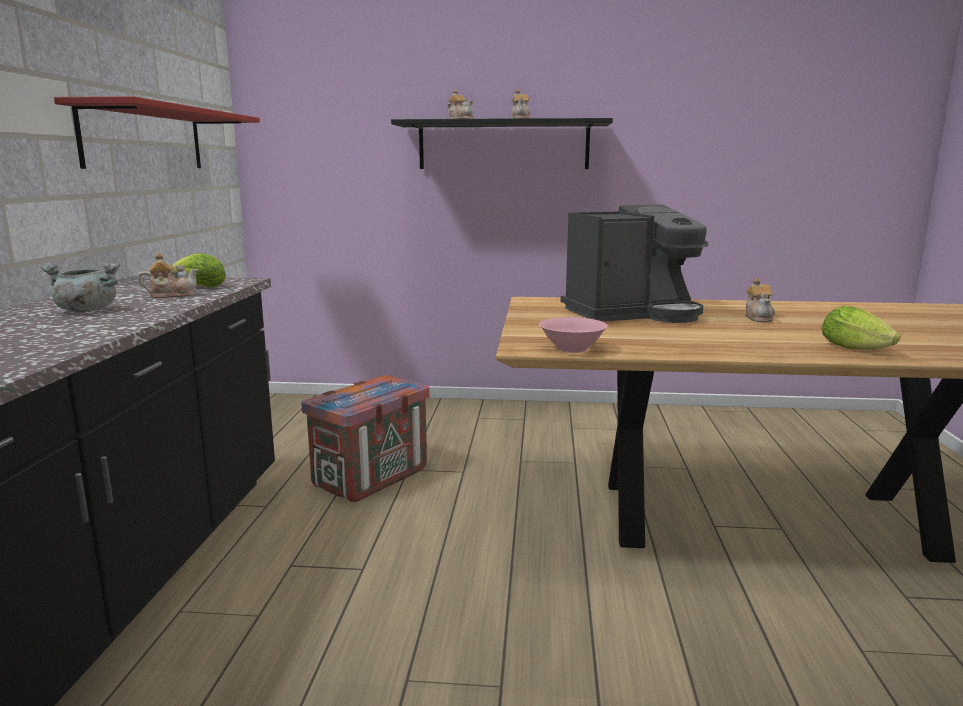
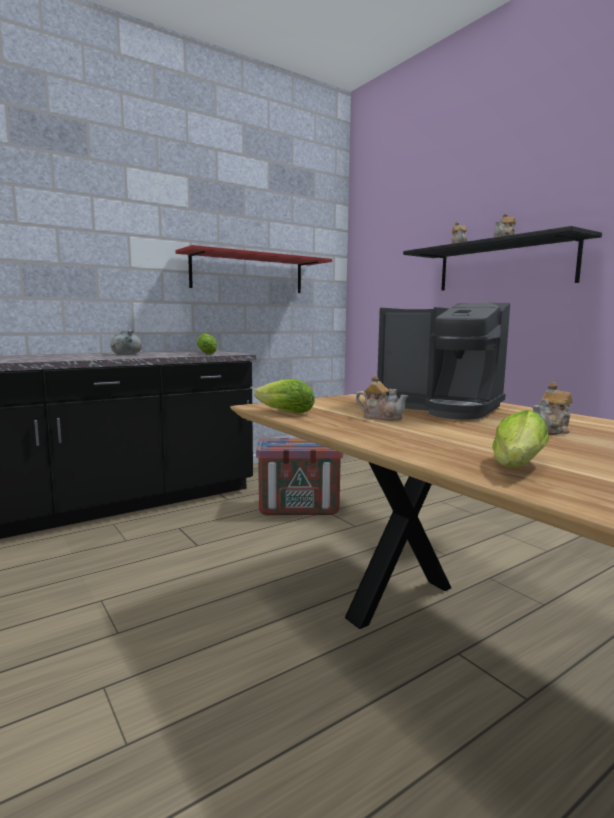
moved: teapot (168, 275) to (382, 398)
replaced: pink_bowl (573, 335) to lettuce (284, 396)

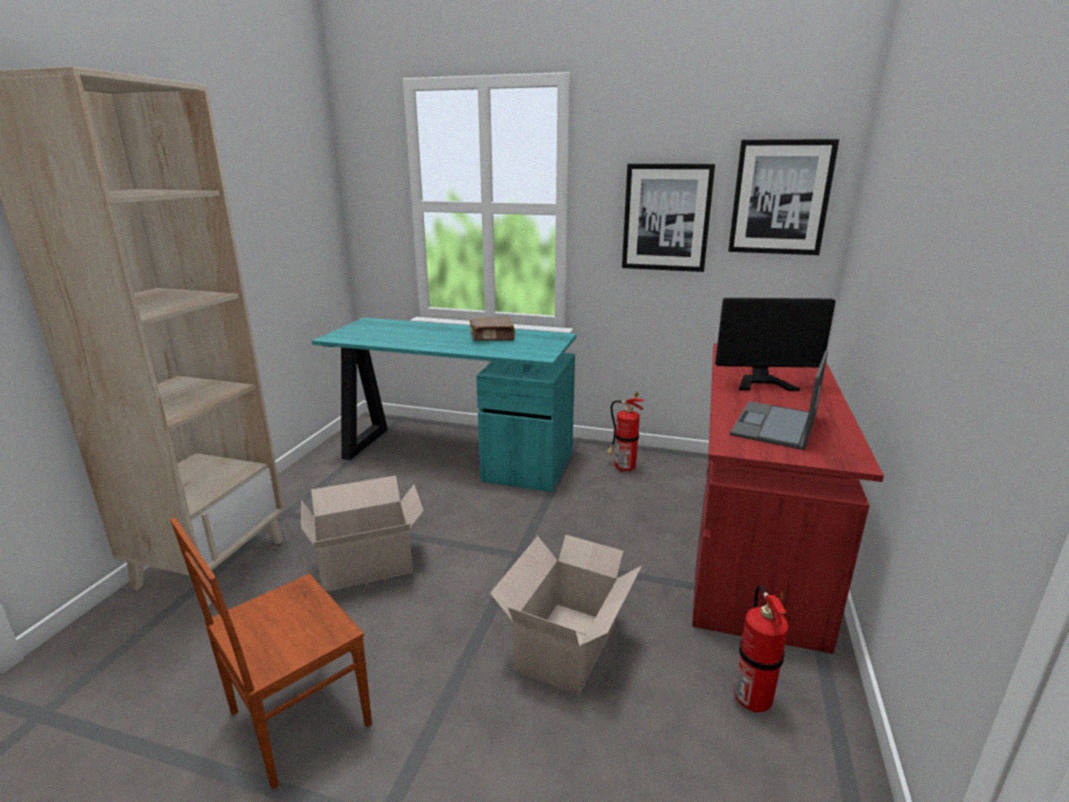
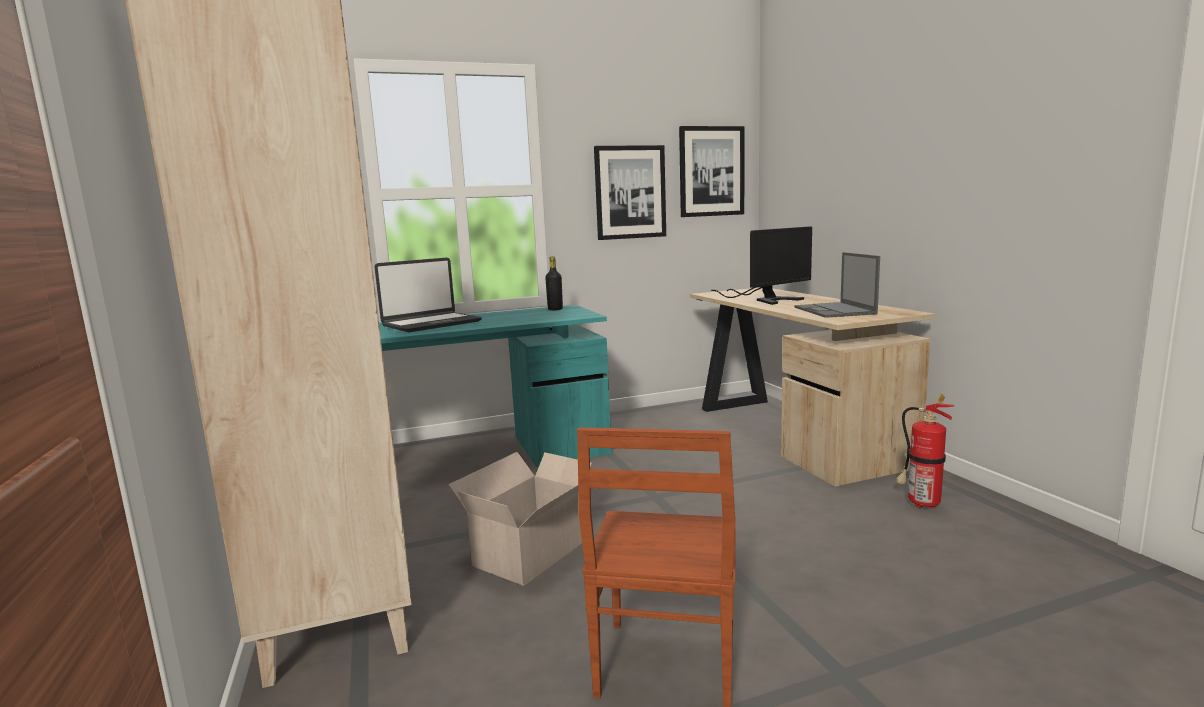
removed: brown_book (493, 329); cardboard_box (566, 615); fire_extinguisher (626, 432)
added: laptop (428, 294); black_bottle (554, 283)
recoloured: red_desk (788, 498) to beige_desk (812, 387)

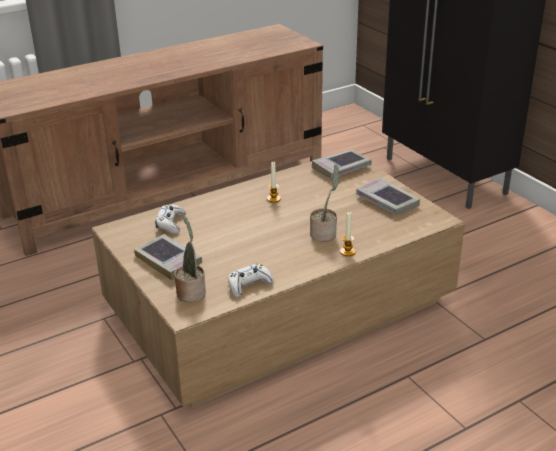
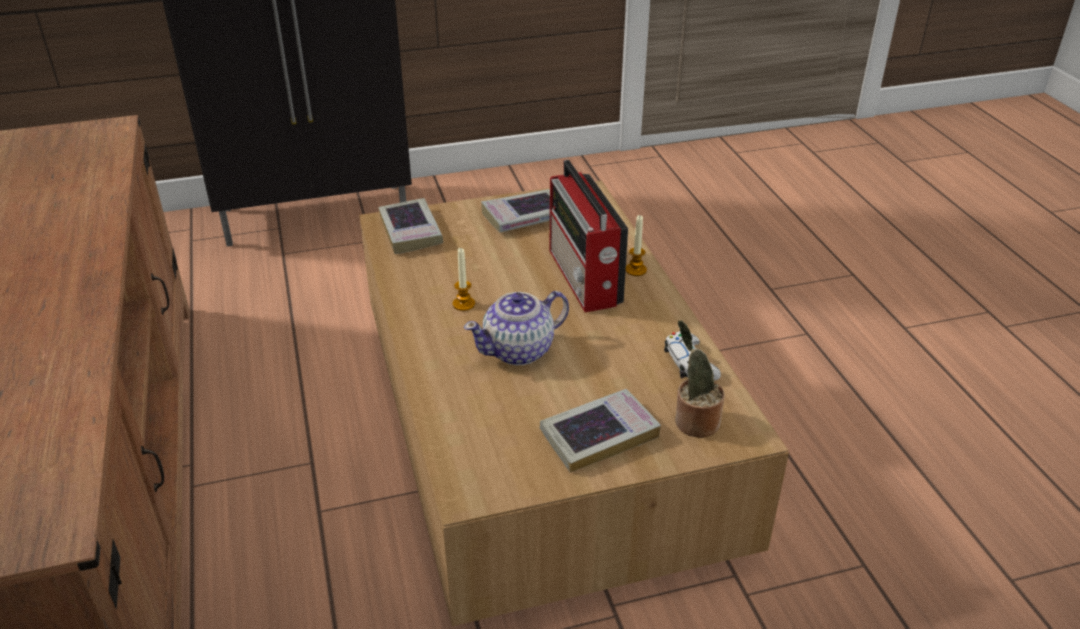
removed: white_game_controller (170, 219)
added: teapot (516, 328)
replaced: potted_plant (325, 203) to radio (589, 236)

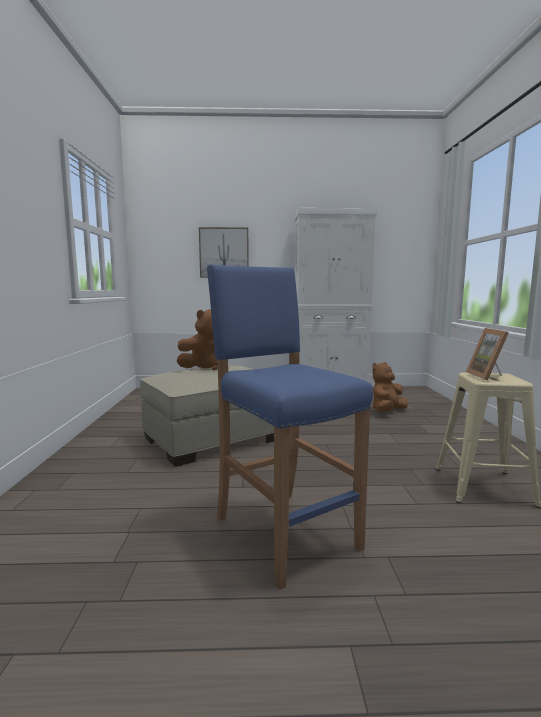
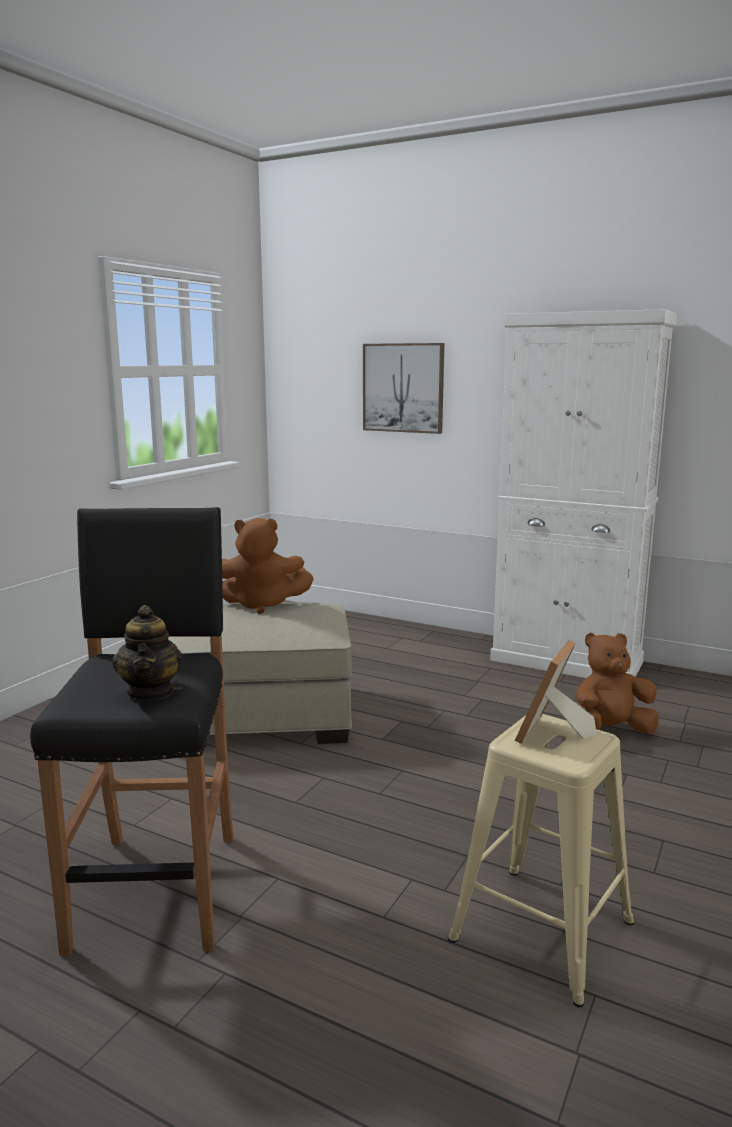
added: teapot (148, 653)
recoloured: blue_stool (290, 427) to black_stool (131, 731)

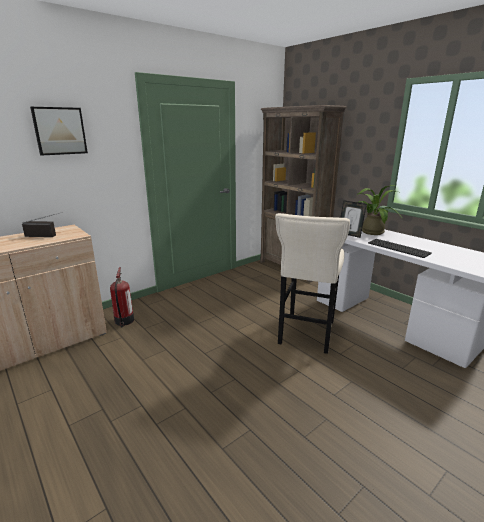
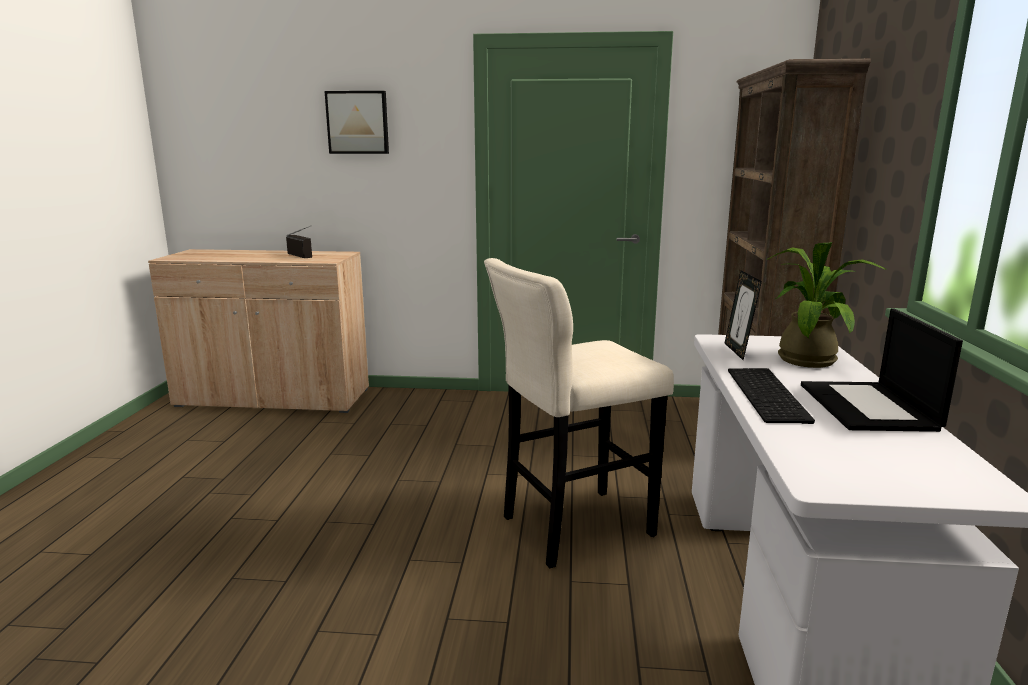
removed: fire_extinguisher (122, 297)
added: laptop (882, 370)

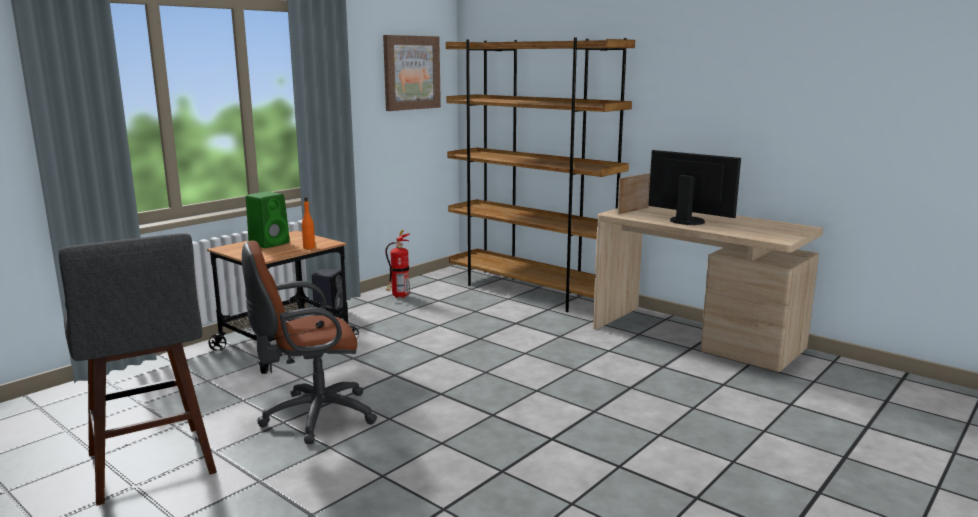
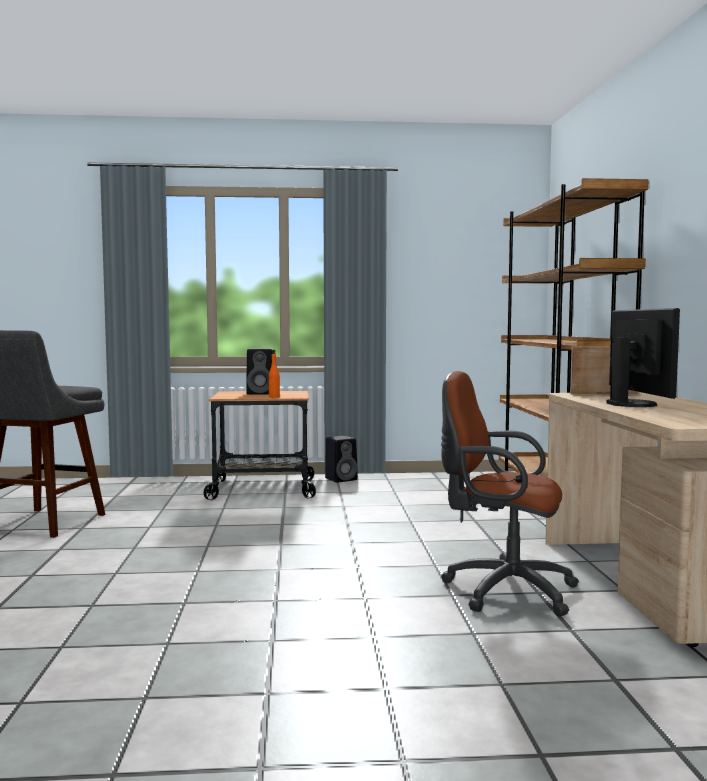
removed: picture (412, 73); fire_extinguisher (397, 264)
moved: brown_office_chair (309, 342) to (510, 493)
recoloured: green_speaker (267, 219) to black_speaker (259, 371)

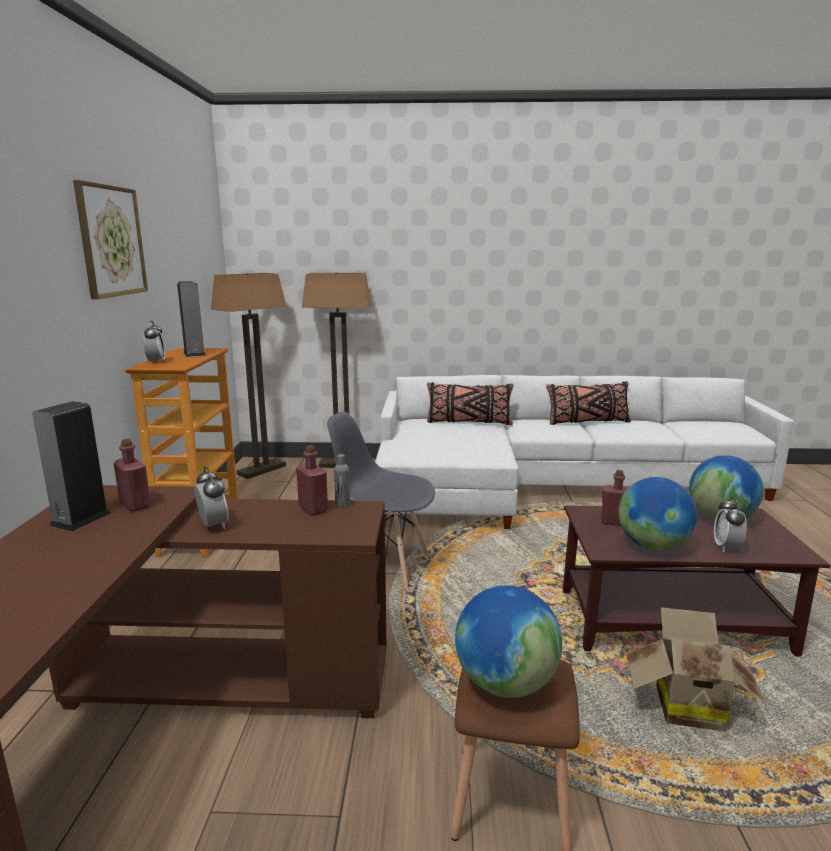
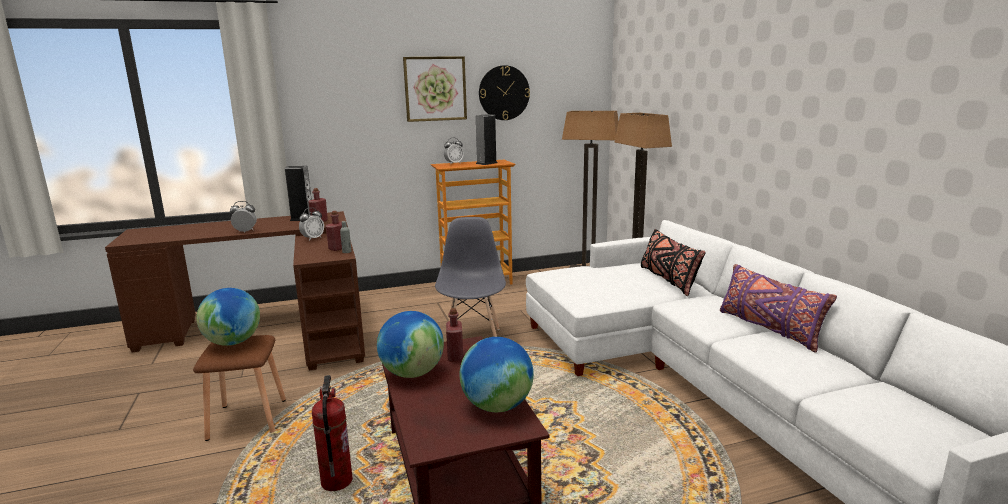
added: wall_clock (504, 92)
moved: alarm_clock (730, 524) to (243, 217)
replaced: cardboard_box (697, 669) to fire_extinguisher (332, 433)
recoloured: black_pillow (588, 403) to purple_pillow (778, 308)

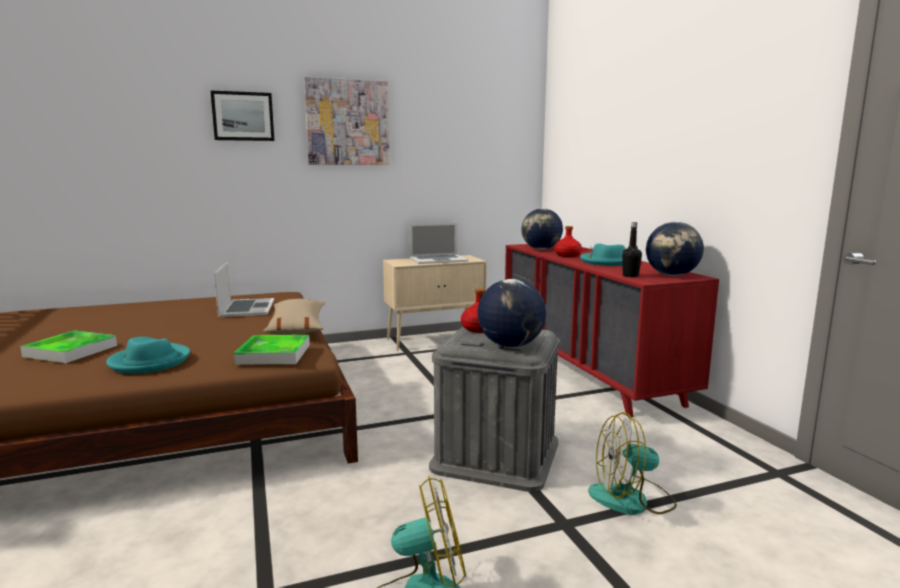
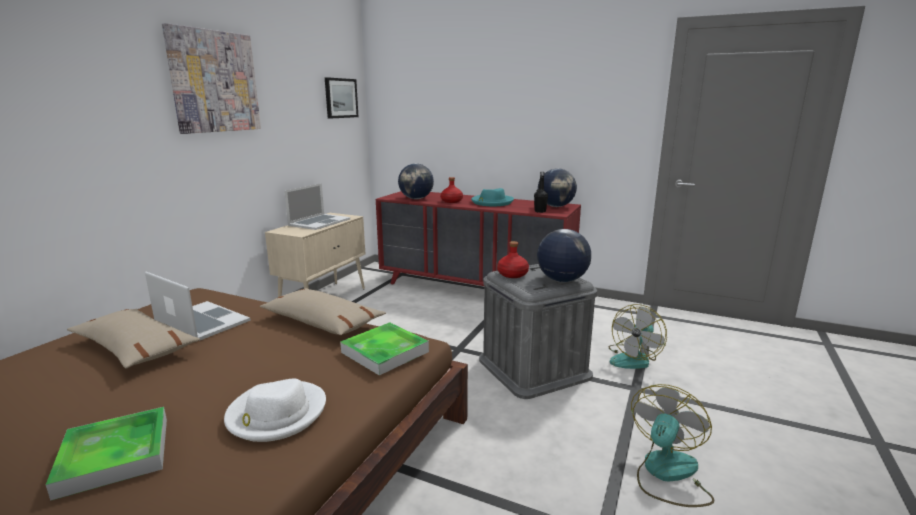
added: beige_pillow (133, 339)
moved: picture (242, 115) to (342, 98)
recoloured: turquoise_hat (148, 355) to white_hat (275, 410)

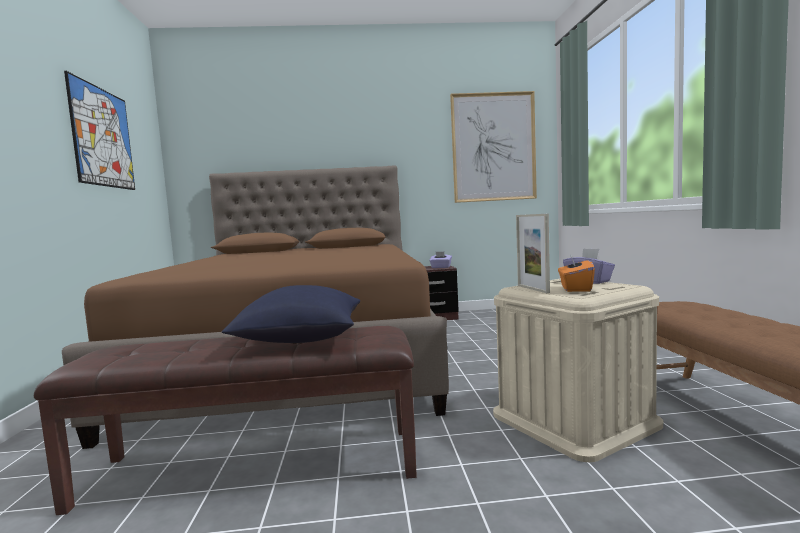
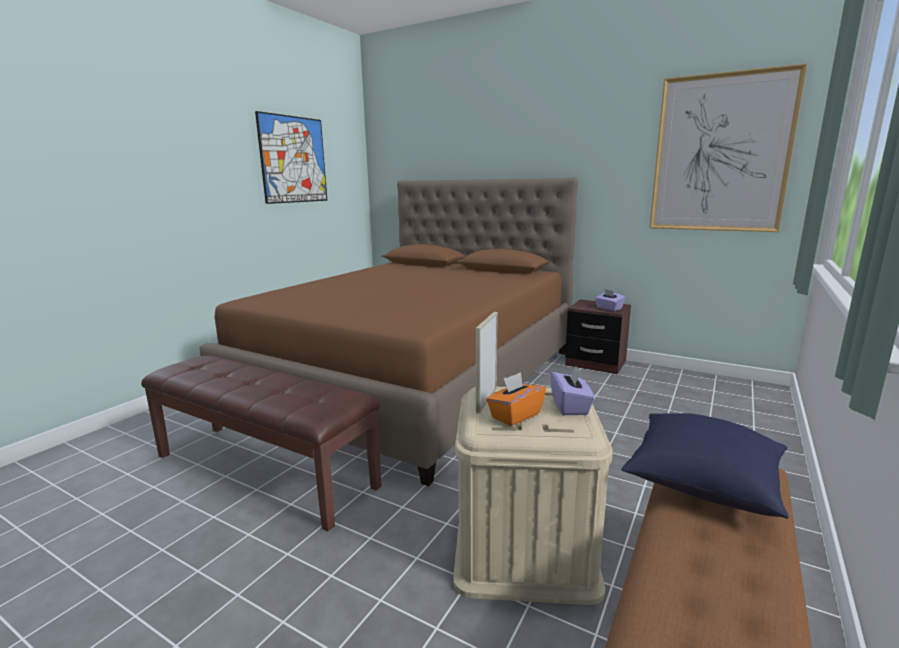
moved: blue_pillow (291, 314) to (705, 466)

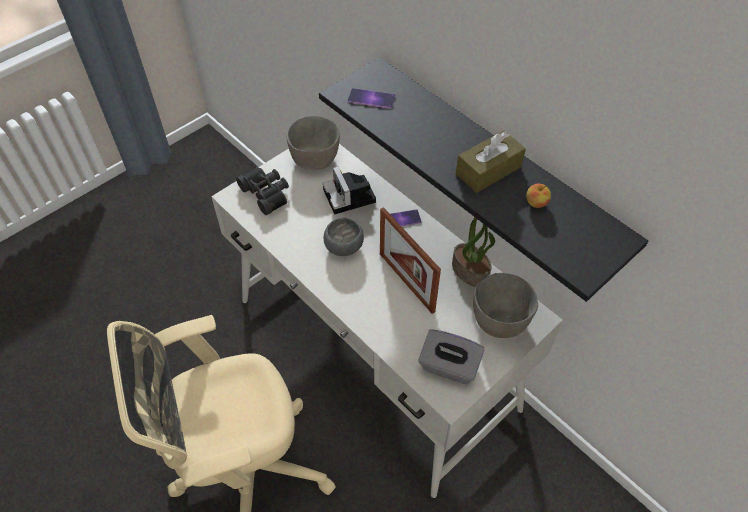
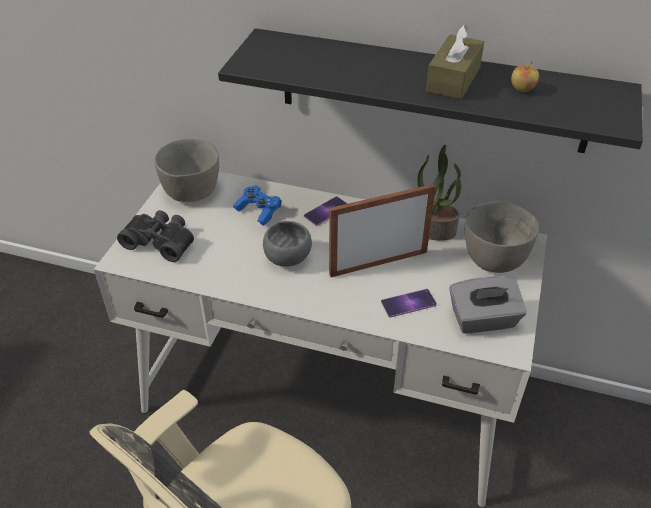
moved: phone (372, 98) to (409, 303)
replaced: photo_camera (349, 190) to blue_game_controller (257, 205)
turned: picture_frame (410, 260) = (382, 230) 135 degrees clockwise

